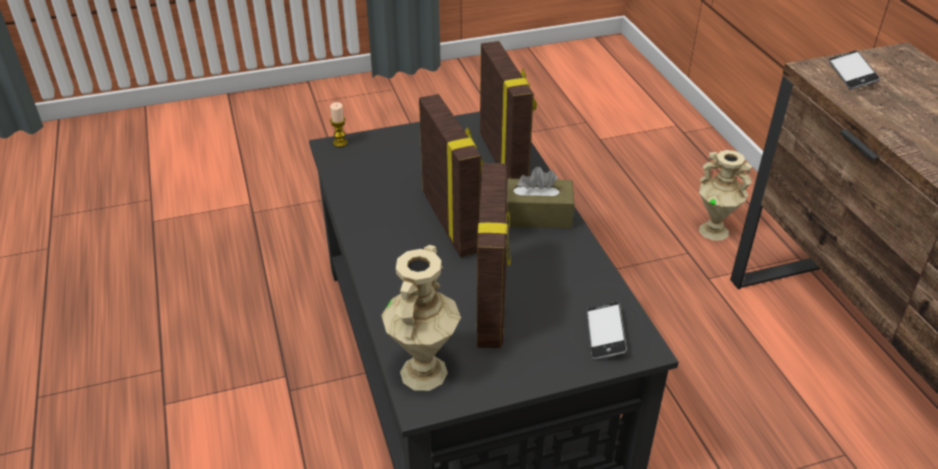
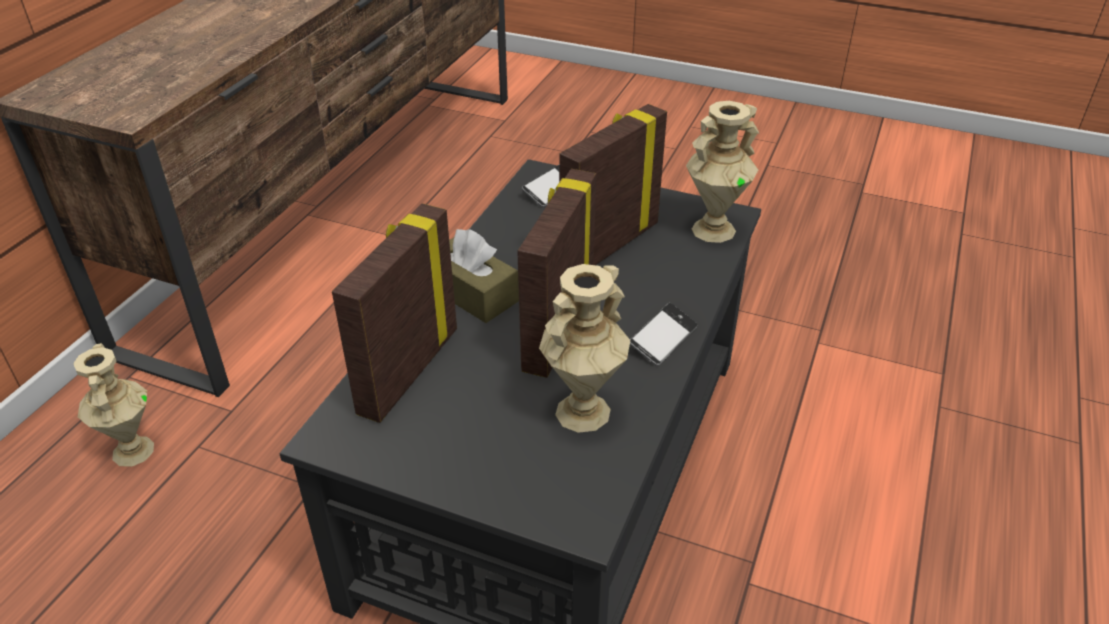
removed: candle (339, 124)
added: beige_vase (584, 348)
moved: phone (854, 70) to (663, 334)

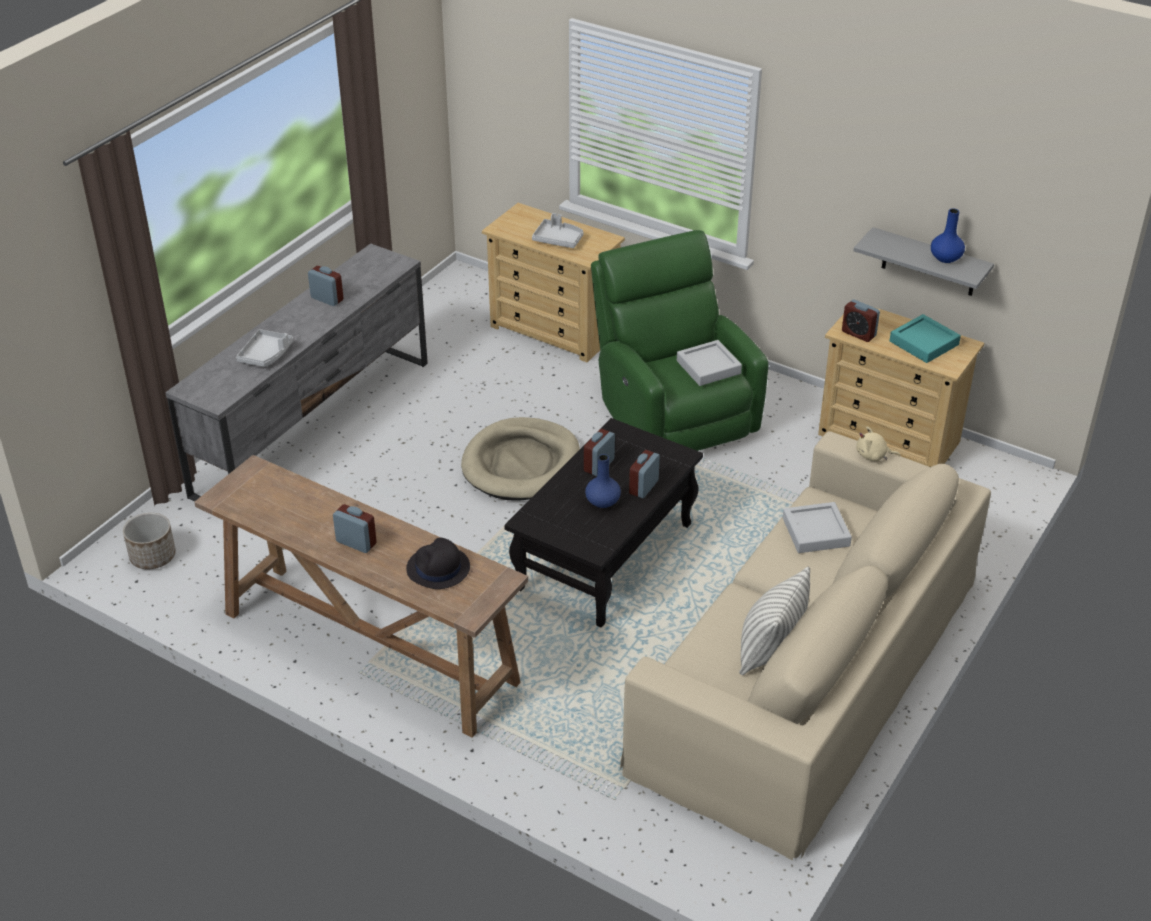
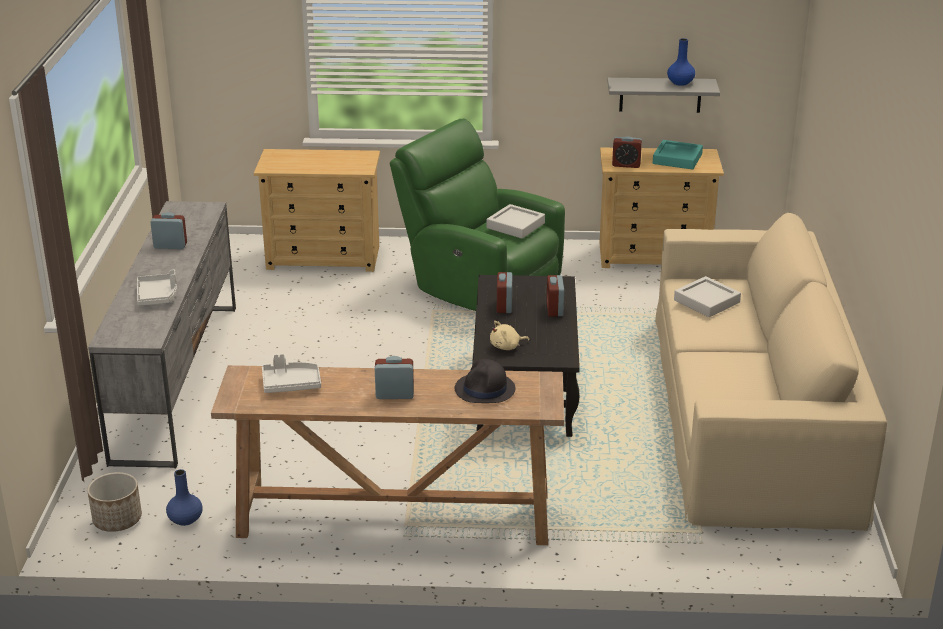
removed: beige_dog_bed (520, 458); pillow (774, 621)
moved: blue_vase (603, 481) to (184, 497); grey_tray (558, 230) to (291, 373); beige_plush_toy (878, 443) to (510, 335)

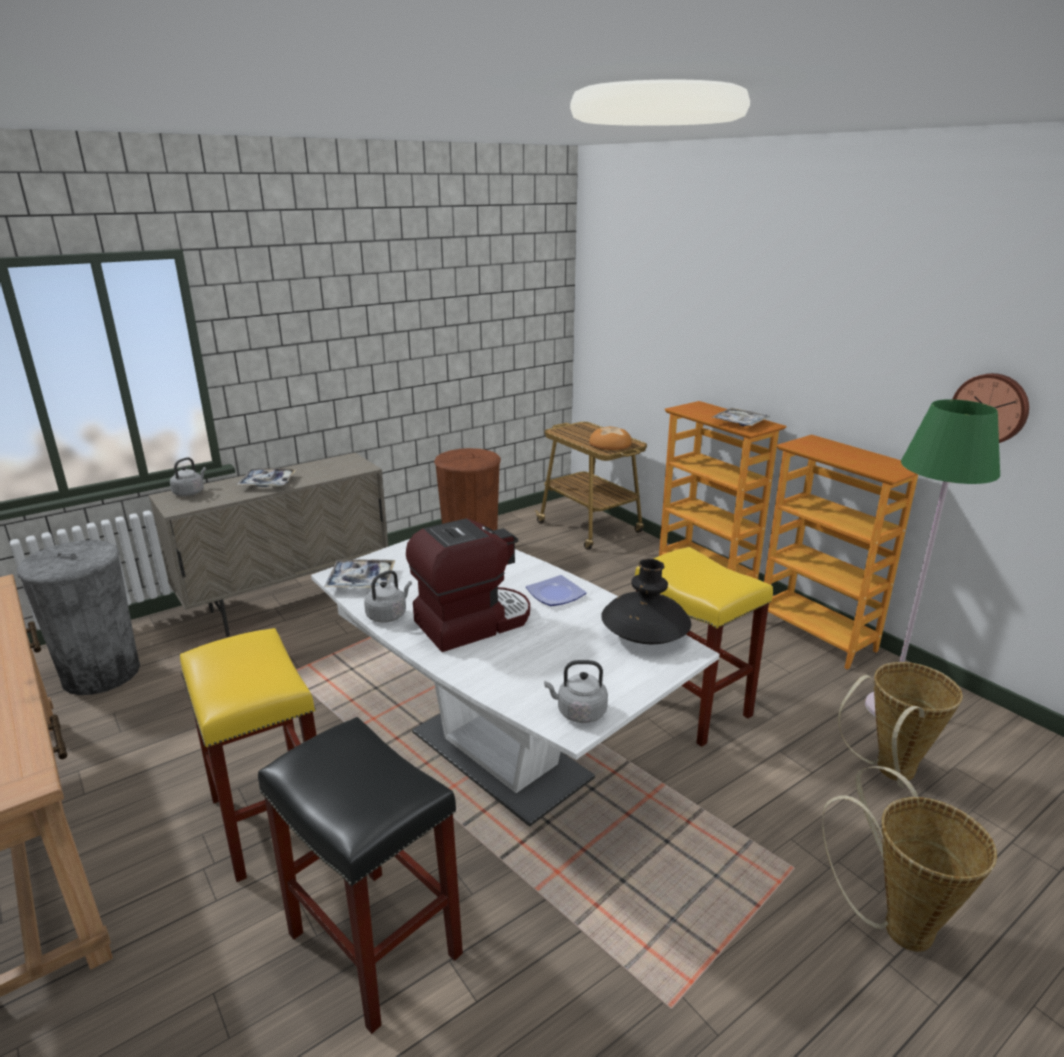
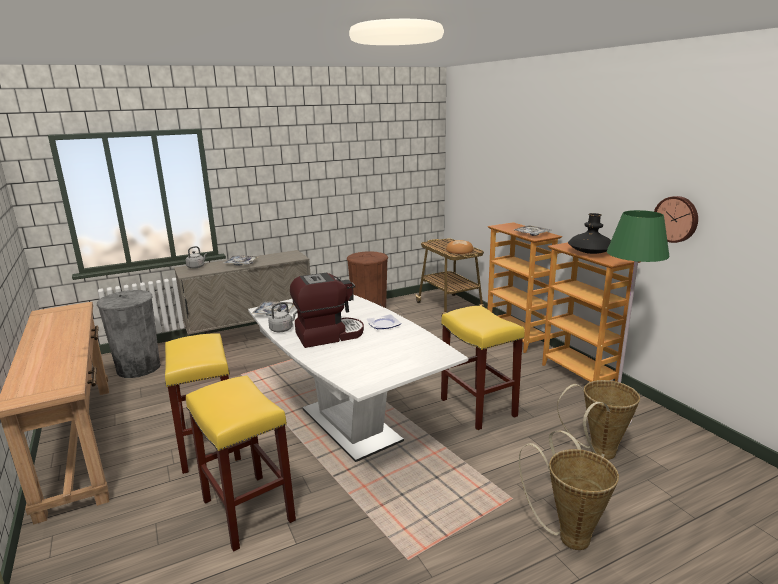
removed: grey_kettle (576, 691)
moved: black_vase (646, 601) to (589, 233)
recoloured: black_stool (360, 875) to yellow_stool (241, 463)

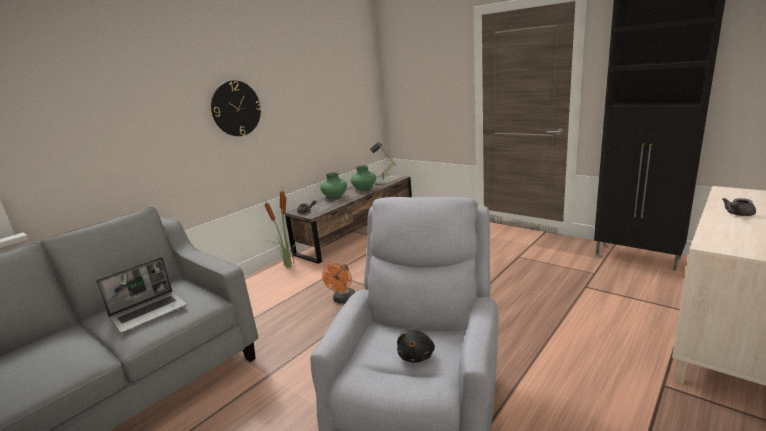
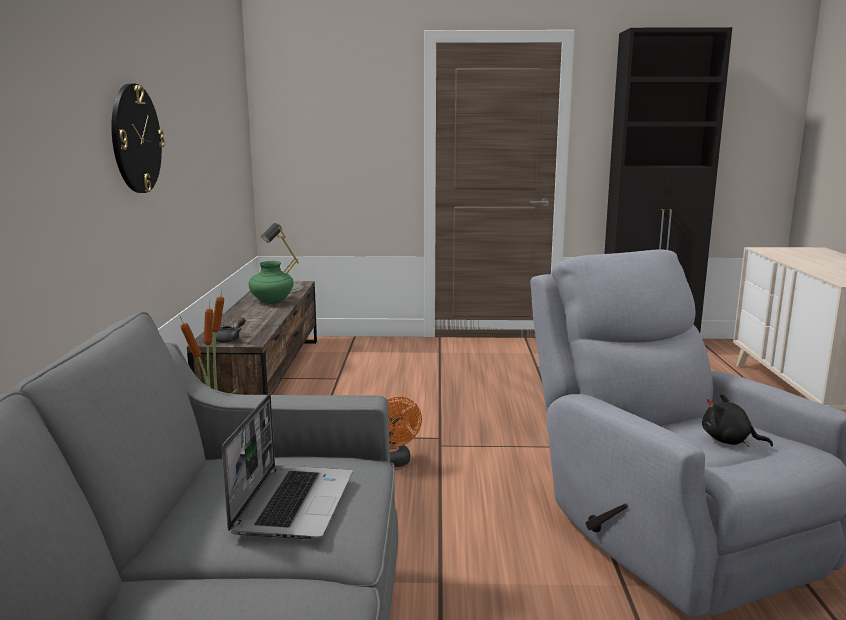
removed: green_vase (333, 185); grey_teapot (739, 207)
turned: black_plush_toy (416, 346) = (737, 420) 150 degrees clockwise

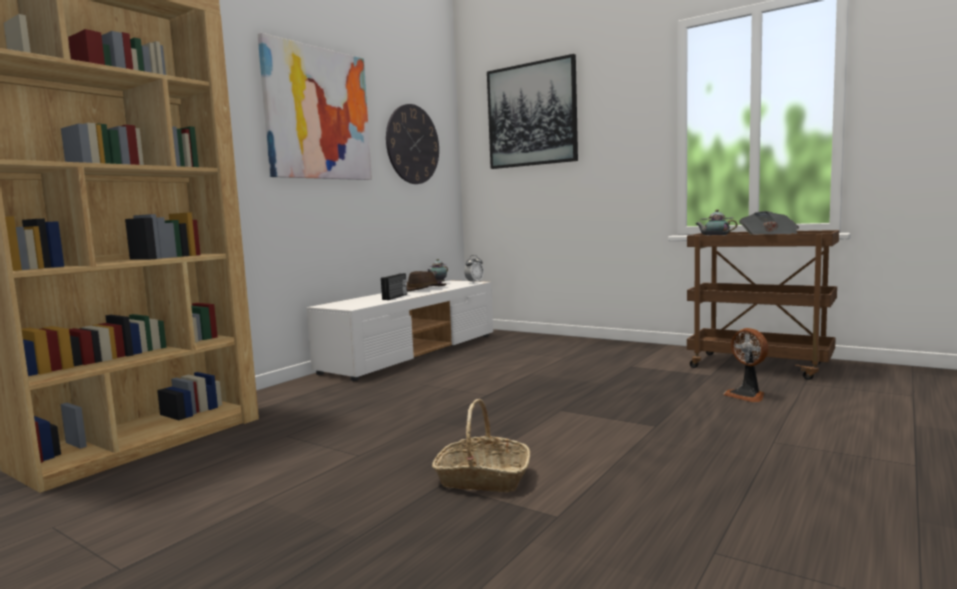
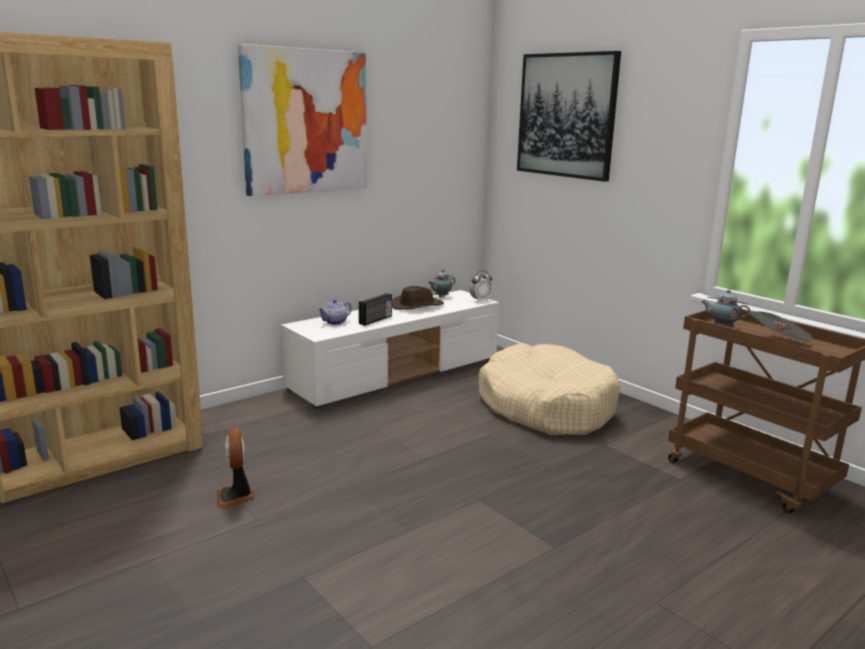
removed: wall_clock (412, 144); basket (481, 445)
added: teapot (335, 312); beige_dog_bed (549, 389)
moved: fan (745, 365) to (235, 468)

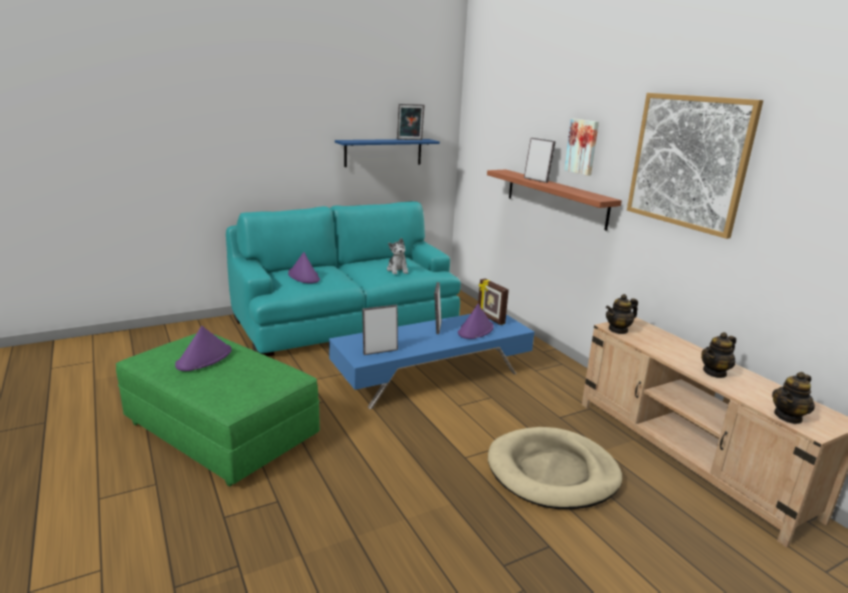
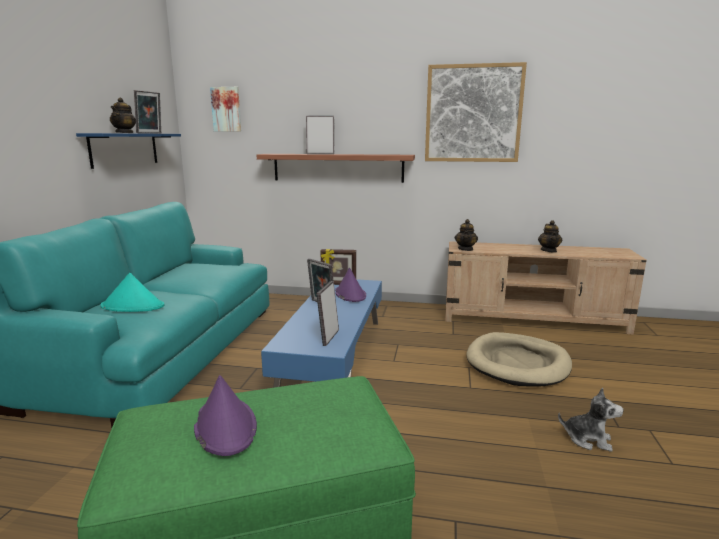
moved: teapot (793, 398) to (123, 115); picture (581, 147) to (225, 109); plush_toy (397, 256) to (591, 419)
recoloured: purple_hat (304, 267) to turquoise_hat (132, 292)

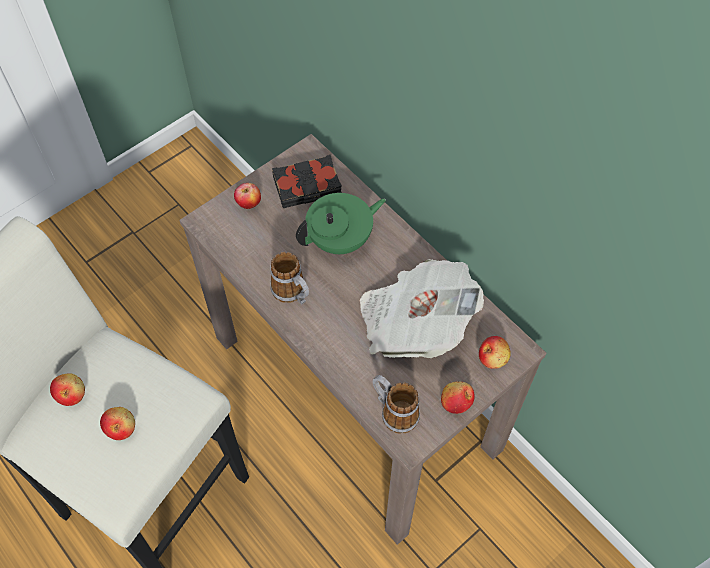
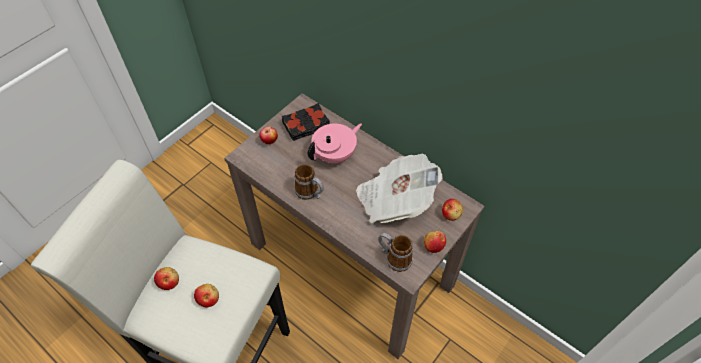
recoloured: green_teapot (341, 223) to pink_teapot (335, 143)

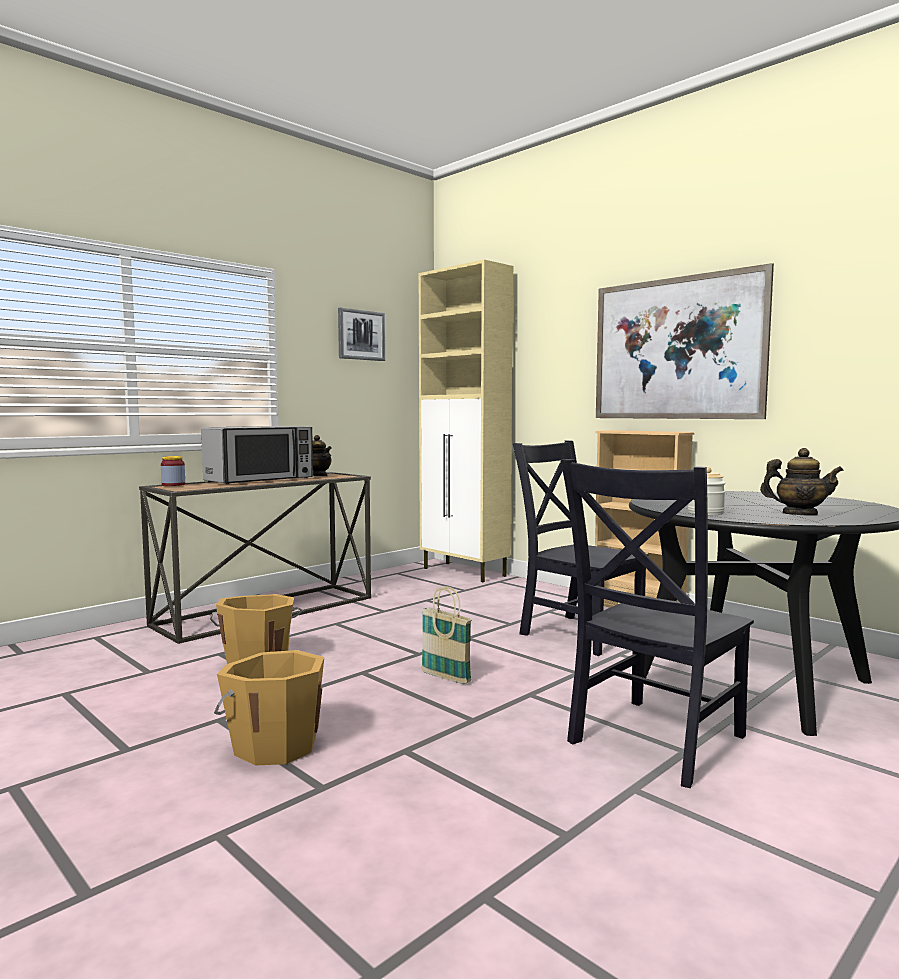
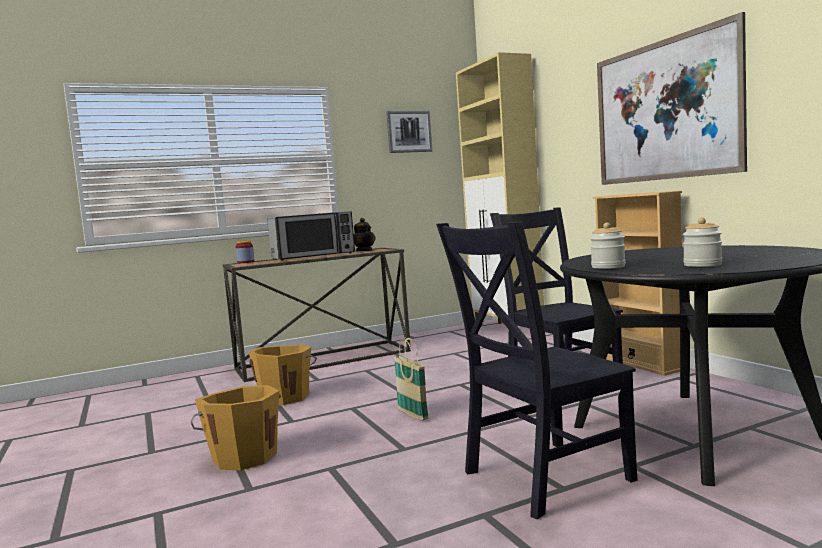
replaced: teapot (802, 482) to jar (702, 242)

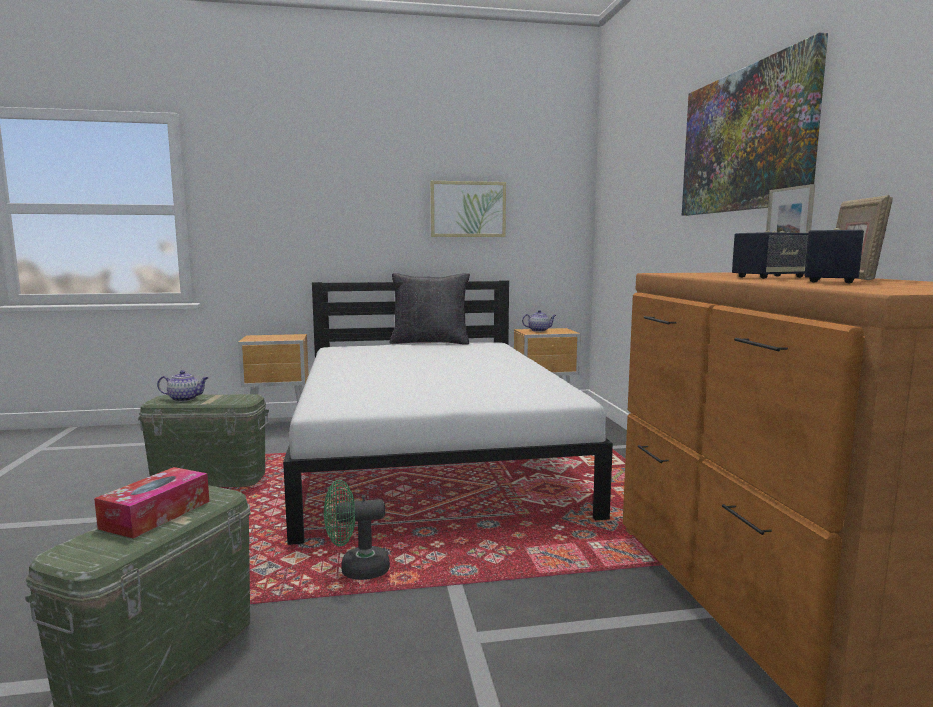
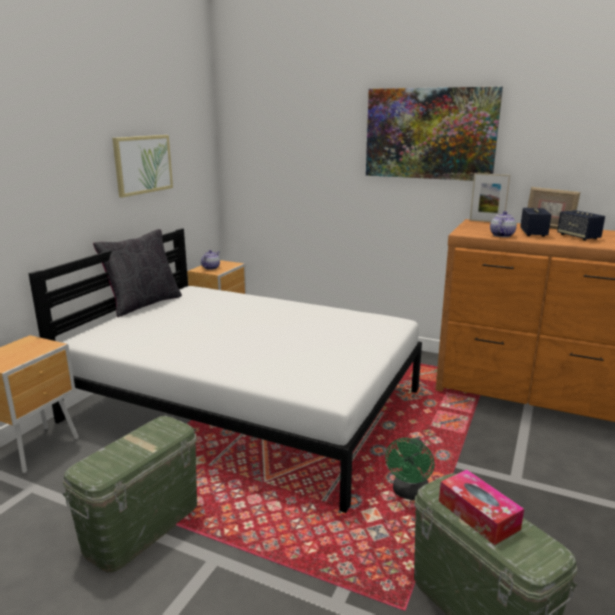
moved: teapot (182, 386) to (503, 224)

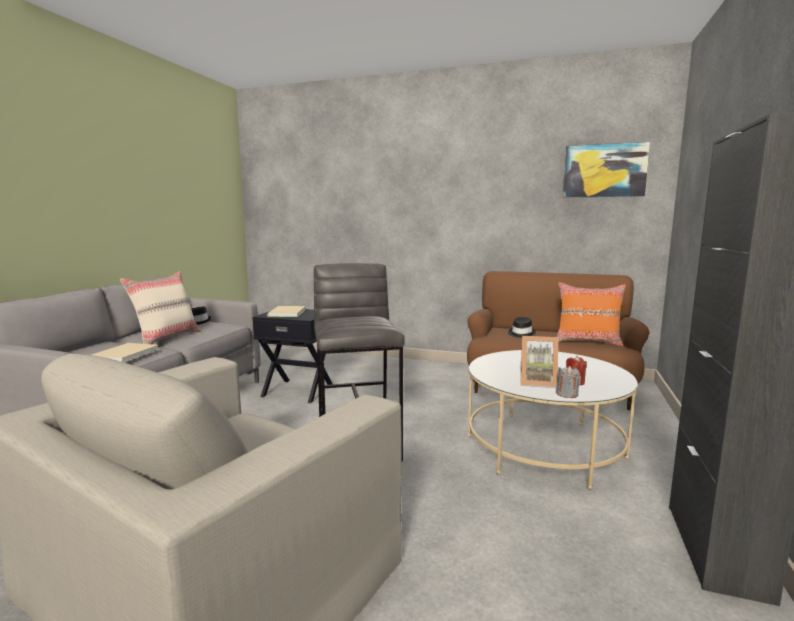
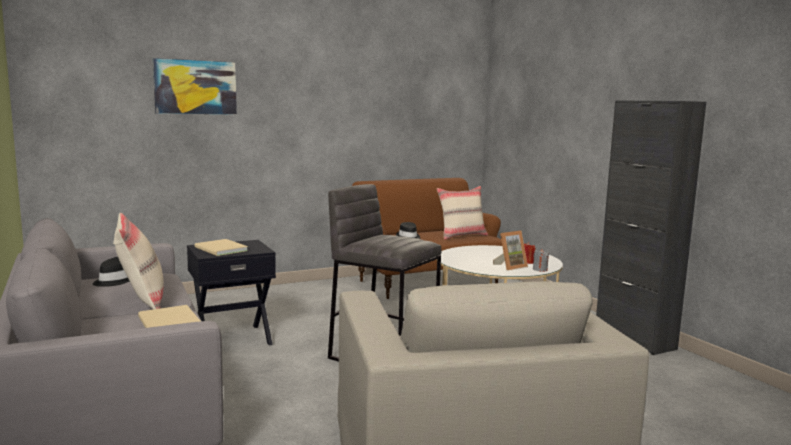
moved: picture (606, 170) to (195, 86)
recoloured: orange_pillow (591, 314) to beige_pillow (462, 213)

